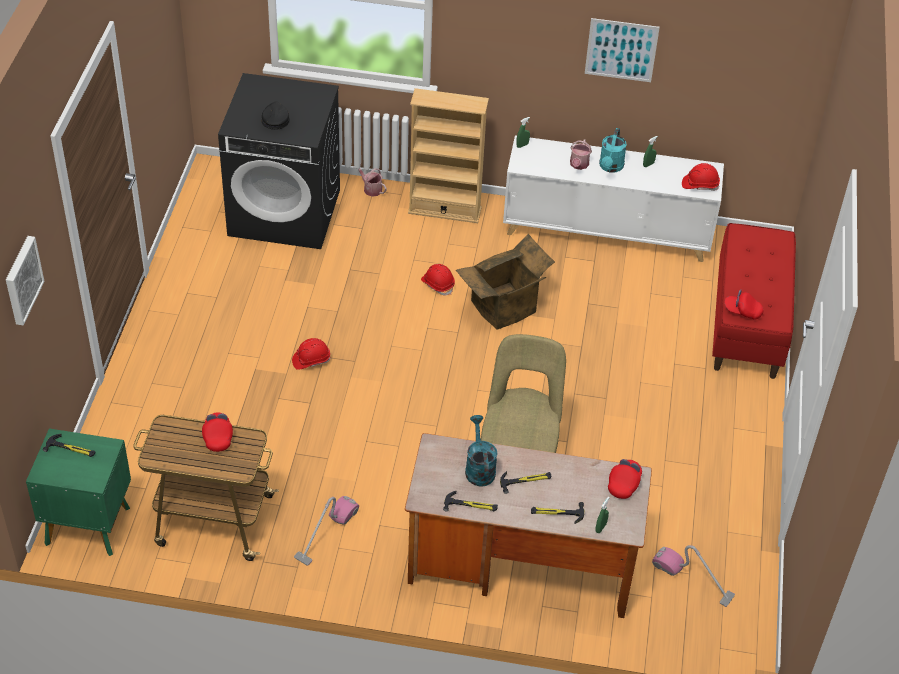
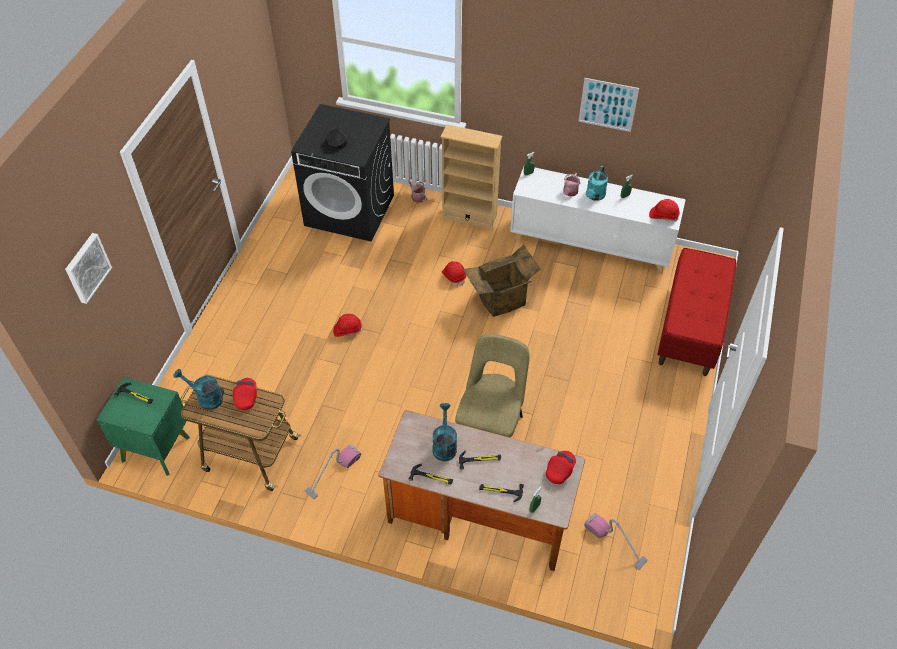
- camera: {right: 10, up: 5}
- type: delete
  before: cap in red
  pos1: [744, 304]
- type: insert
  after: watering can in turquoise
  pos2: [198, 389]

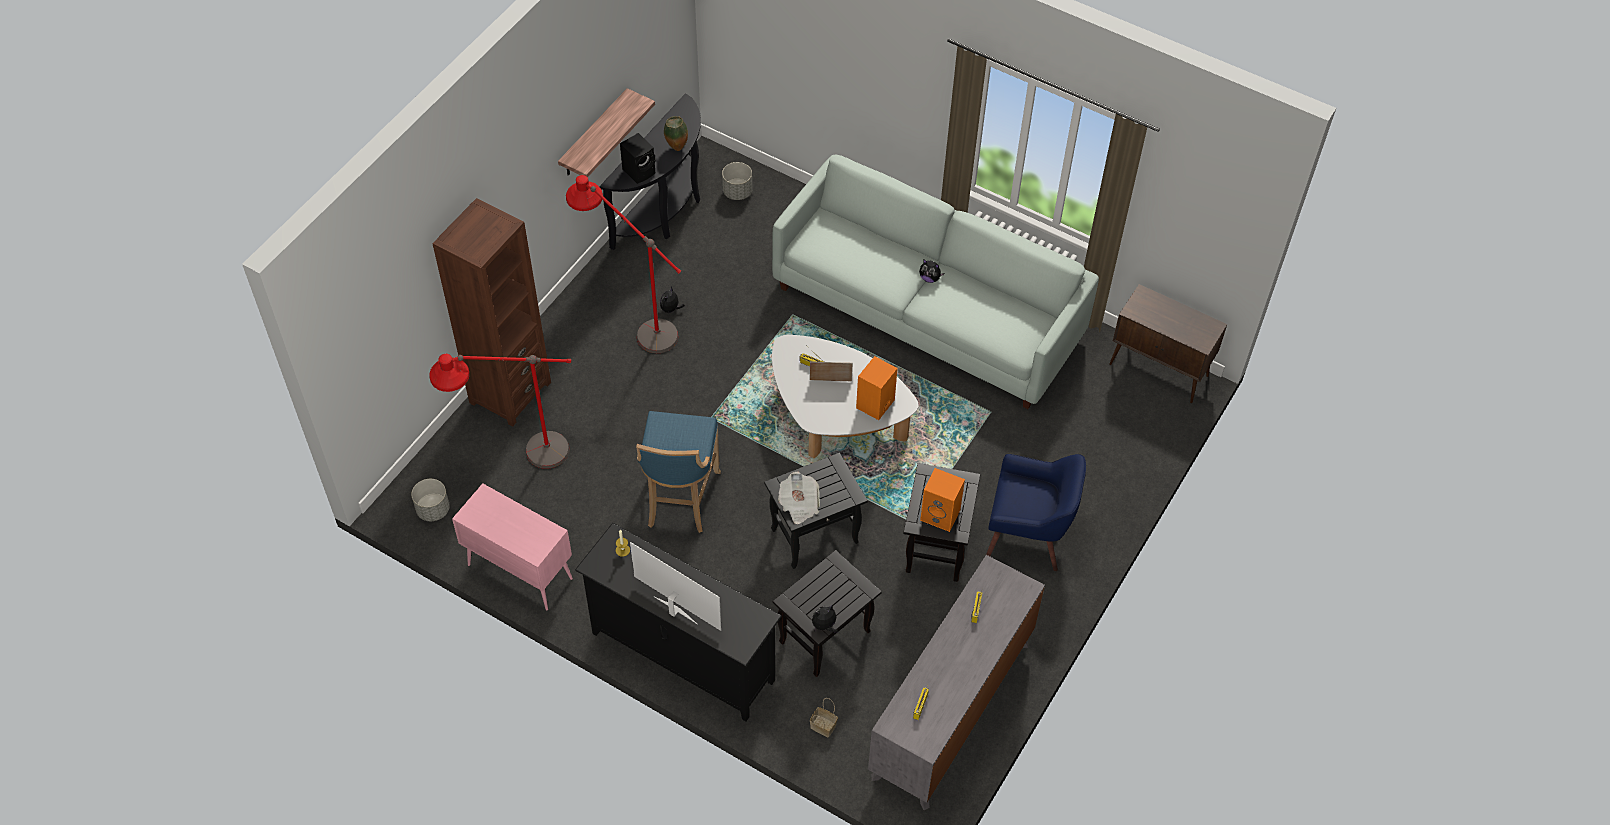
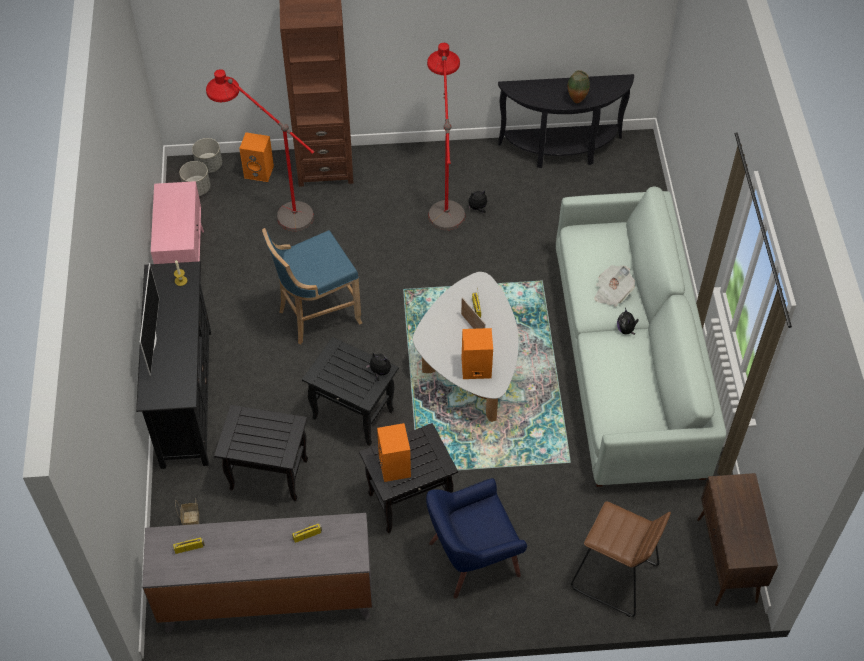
- camera: {right: 55, up: 0}
- type: delete
  before: shelf
  pos1: [606, 132]
- type: delete
  before: speaker in black
  pos1: [638, 158]
- type: move
  before: planter in grey
  pos1: [737, 181]
  pos2: [207, 155]
- type: rotate
  before: armchair in blue
  pos1: [1036, 512]
  pos2: [476, 538]
  turn: 90
- type: move
  before: newspaper
  pos1: [799, 498]
  pos2: [615, 286]
- type: move
  before: plush toy
  pos1: [825, 618]
  pos2: [378, 367]
- type: insert
  after: speaker in orange
  pos2: [256, 157]
- type: insert
  after: stool in brown
  pos2: [621, 559]

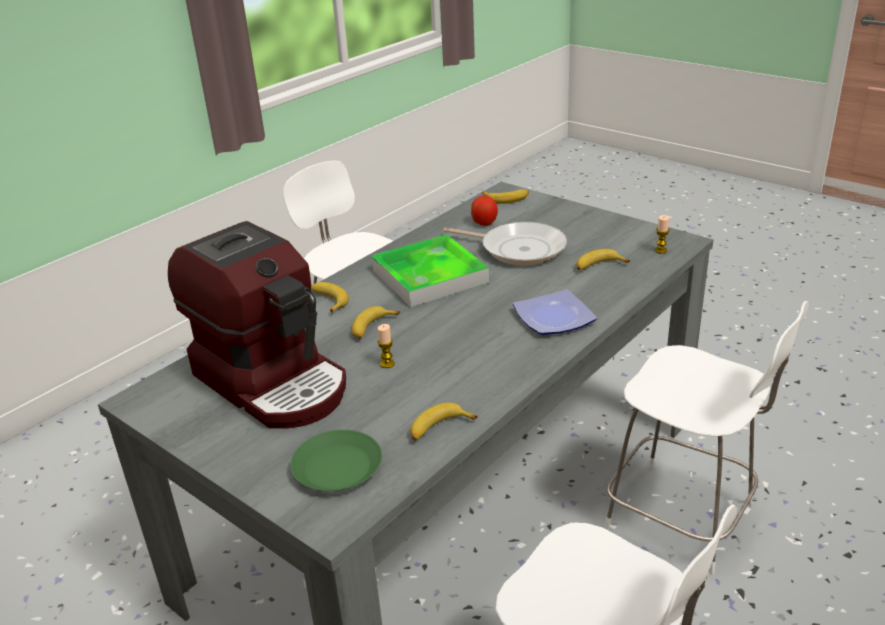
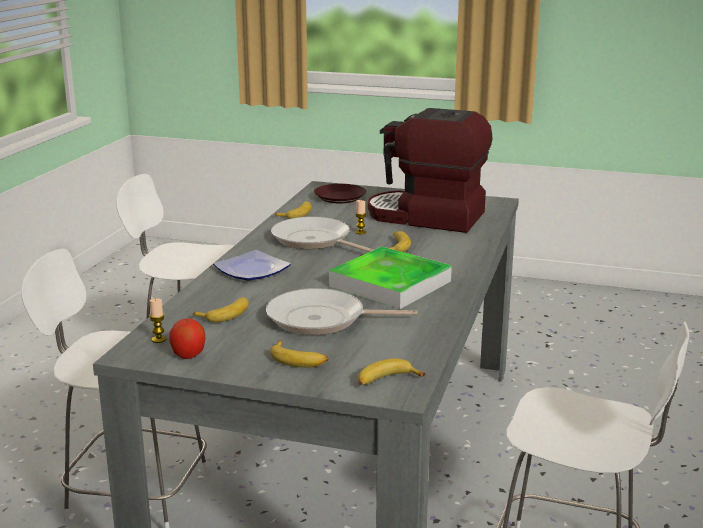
- camera: {right: 155, up: -10}
- type: move
  before: apple
  pos1: [484, 210]
  pos2: [187, 338]
- type: move
  before: banana
  pos1: [330, 297]
  pos2: [299, 353]
- type: recolor
  before: plate in green
  after: plate in brown
  pos1: [336, 460]
  pos2: [340, 194]
- type: insert
  after: frying pan
  pos2: [322, 234]

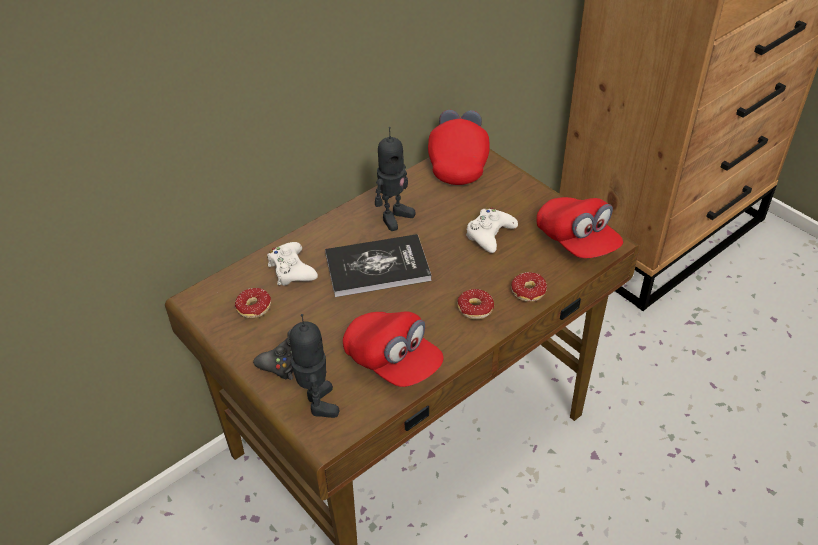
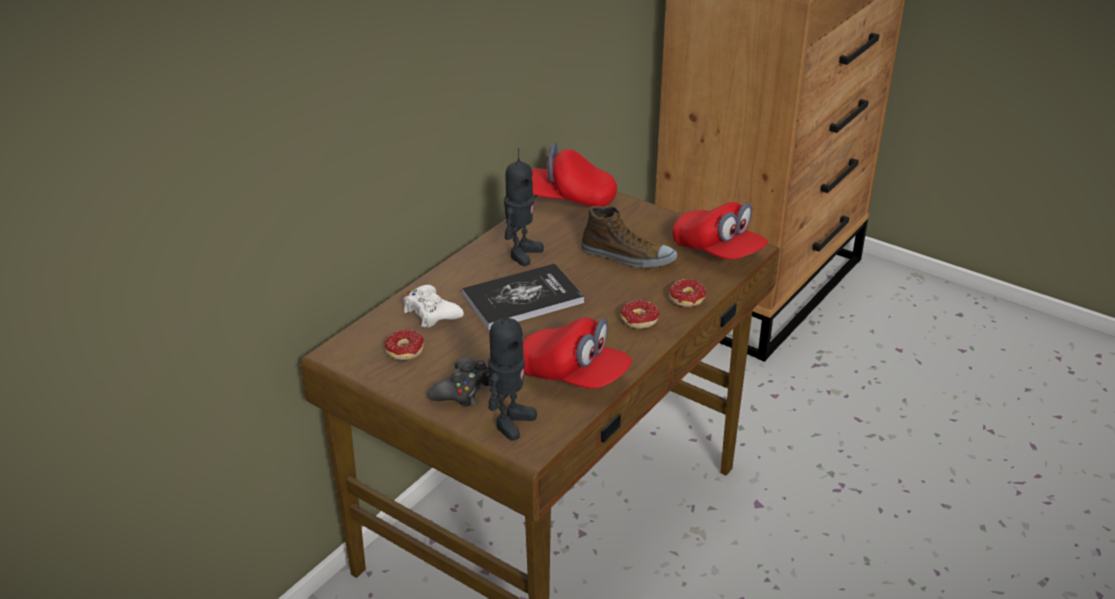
- camera: {right: -15, up: -10}
- type: rotate
  before: cap in red
  pos1: [459, 147]
  pos2: [574, 174]
  turn: -75
- type: replace
  before: game controller in white
  after: shoe
  pos1: [492, 230]
  pos2: [629, 237]
- type: rotate
  before: toy robot
  pos1: [314, 366]
  pos2: [512, 372]
  turn: 60

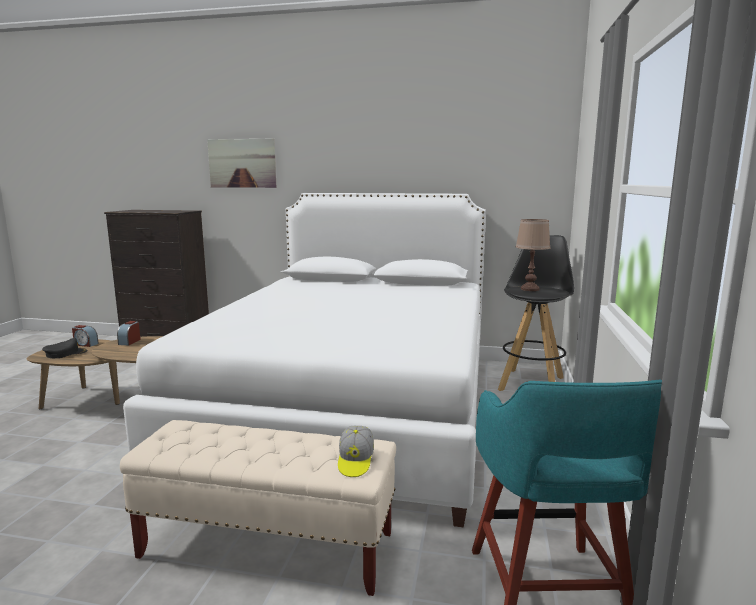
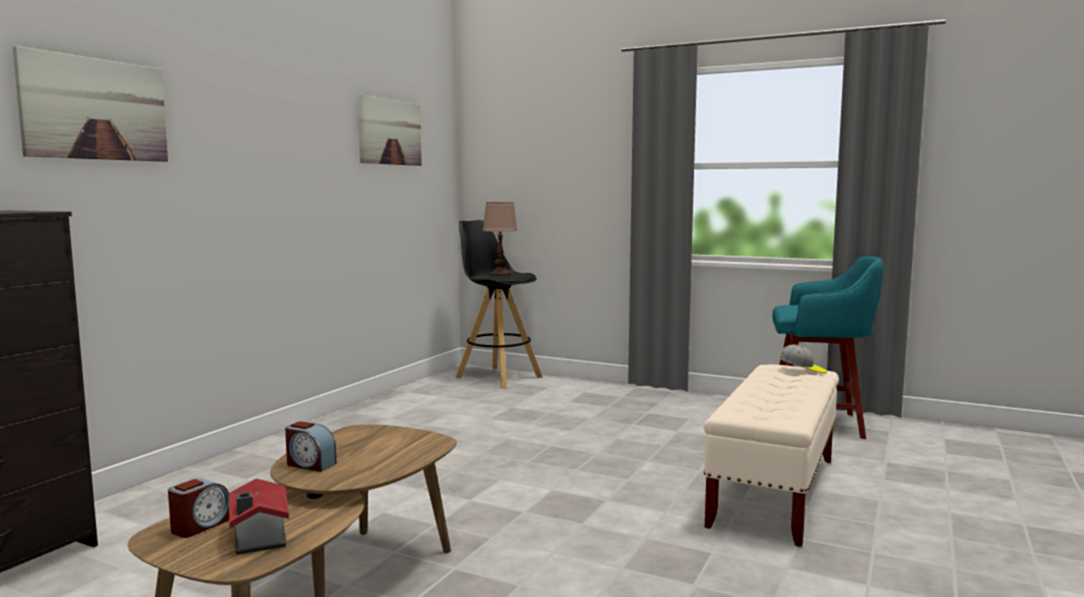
- camera: {right: -75, up: -5}
- type: delete
  before: bed in white
  pos1: [304, 360]
- type: replace
  before: cap in black
  after: toy house
  pos1: [65, 348]
  pos2: [259, 517]
- type: insert
  after: picture
  pos2: [390, 130]

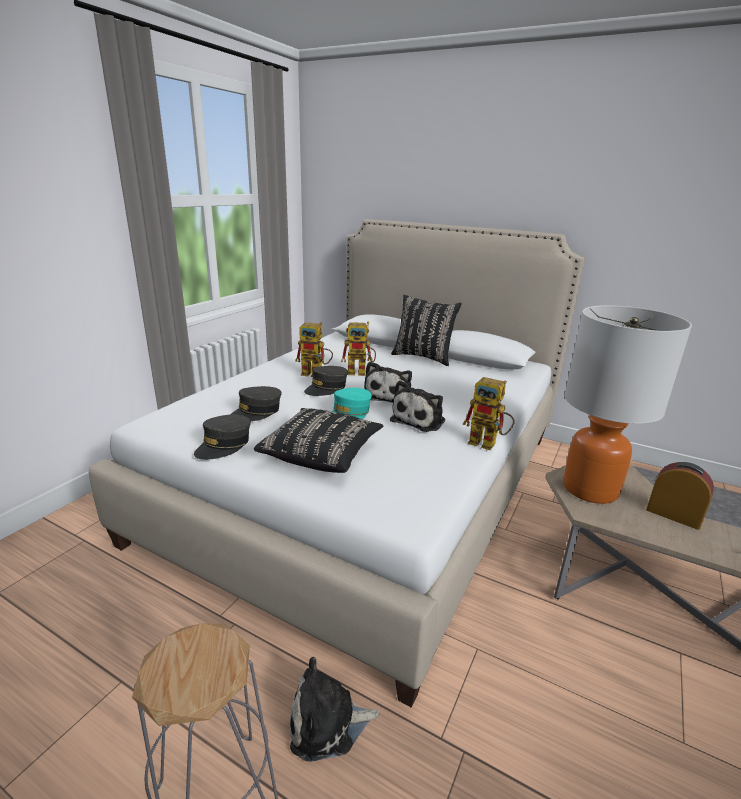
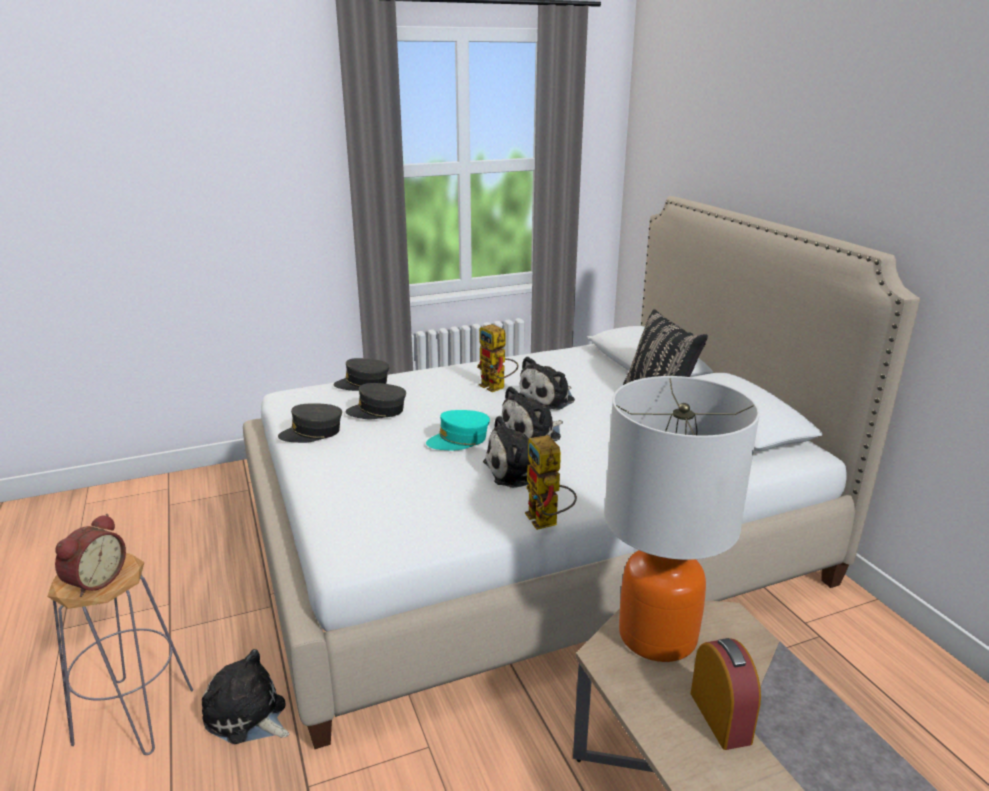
- camera: {right: 40, up: 0}
- type: replace
  before: toy robot
  after: plush toy
  pos1: [358, 349]
  pos2: [547, 383]
- type: move
  before: cap in grey
  pos1: [326, 381]
  pos2: [362, 374]
- type: delete
  before: pillow in black
  pos1: [318, 440]
- type: insert
  after: alarm clock
  pos2: [90, 555]

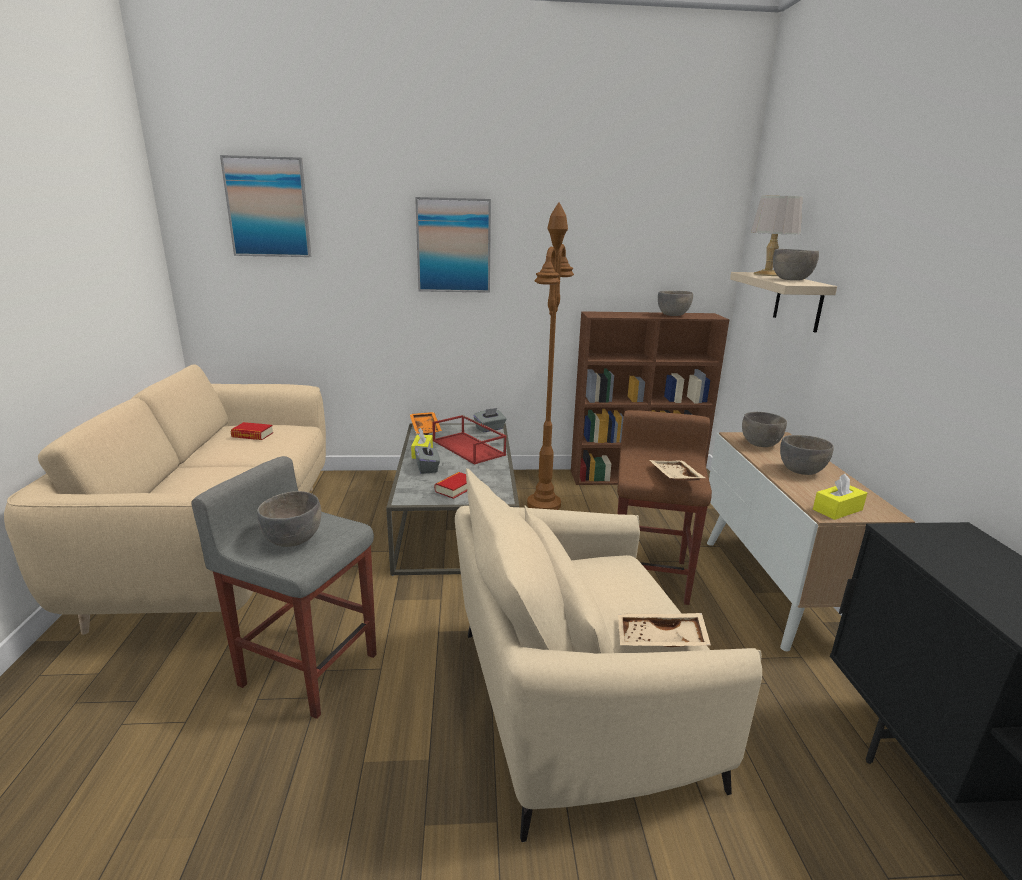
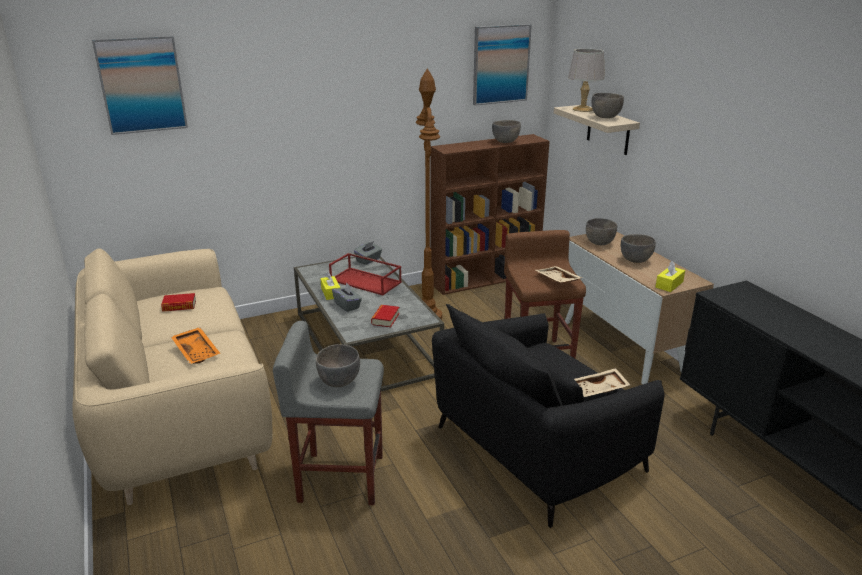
- camera: {right: -20, up: 5}
- type: move
  before: picture
  pos1: [453, 245]
  pos2: [502, 65]
- type: move
  before: tray in orange
  pos1: [426, 423]
  pos2: [195, 345]
- type: recolor
  before: armchair in beige
  after: armchair in black
  pos1: [608, 655]
  pos2: [548, 416]

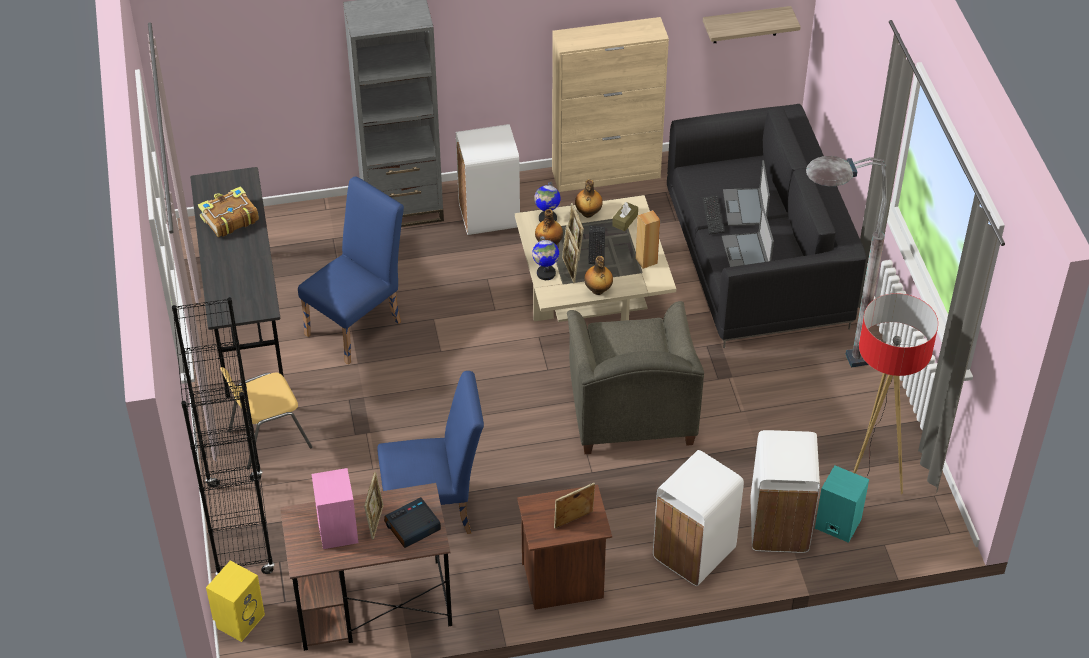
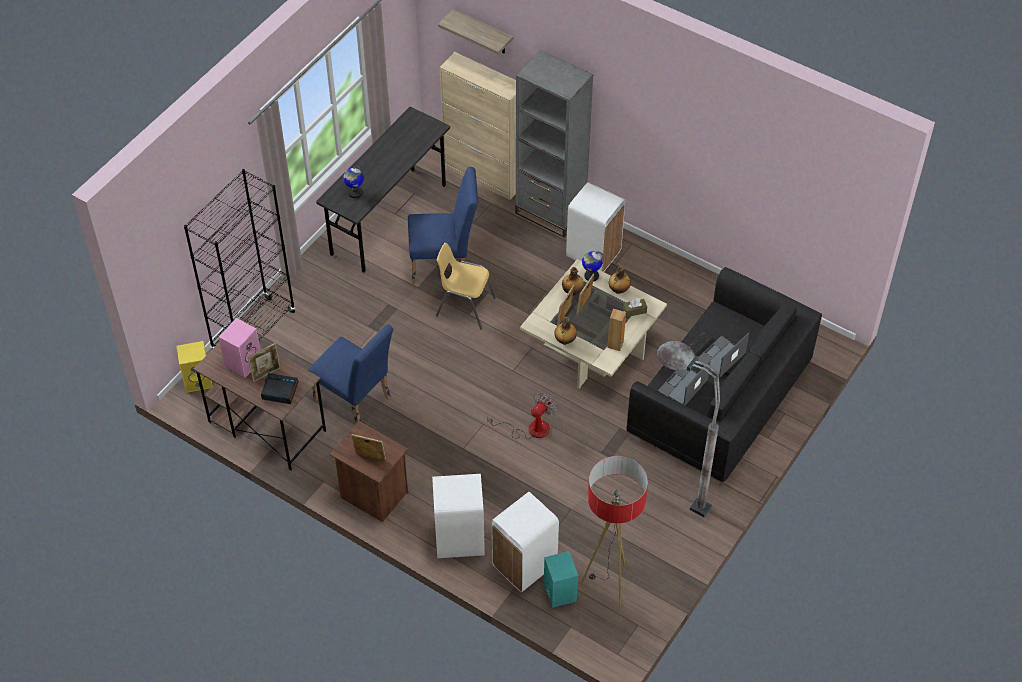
- camera: {right: 45, up: 5}
- type: move
  before: shelf
  pos1: [752, 24]
  pos2: [475, 31]
- type: move
  before: cabinet in beige
  pos1: [610, 104]
  pos2: [478, 126]
- type: delete
  before: book
  pos1: [228, 211]
- type: delete
  before: keyboard
  pos1: [597, 245]
- type: move
  before: globe
  pos1: [545, 258]
  pos2: [353, 181]
- type: replace
  before: armchair in grey
  after: fan
  pos1: [635, 377]
  pos2: [521, 416]
- type: move
  before: chair in yellow
  pos1: [266, 418]
  pos2: [466, 286]

